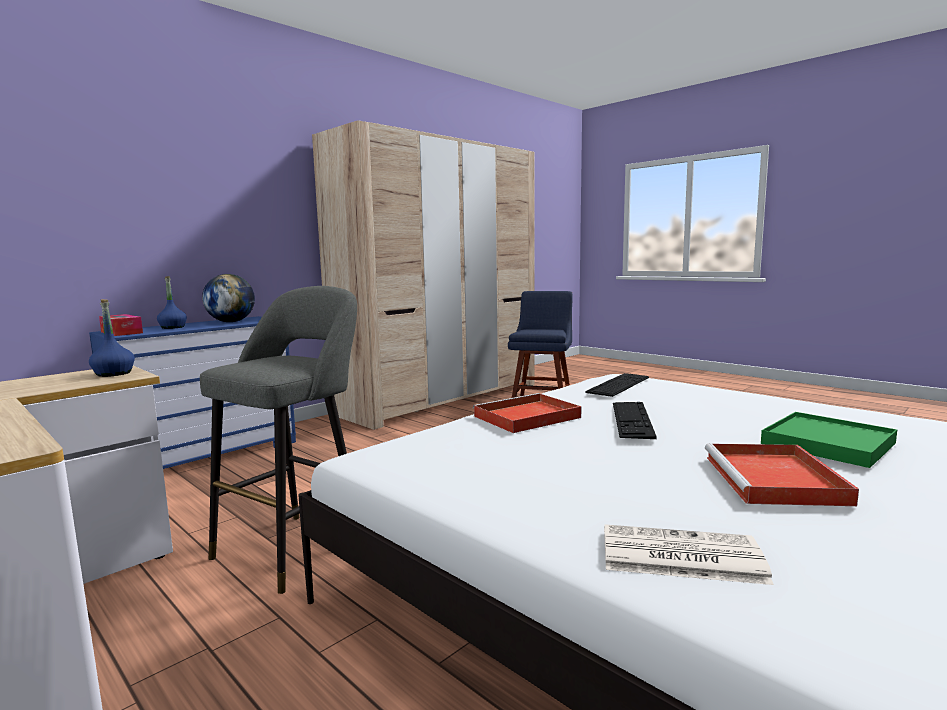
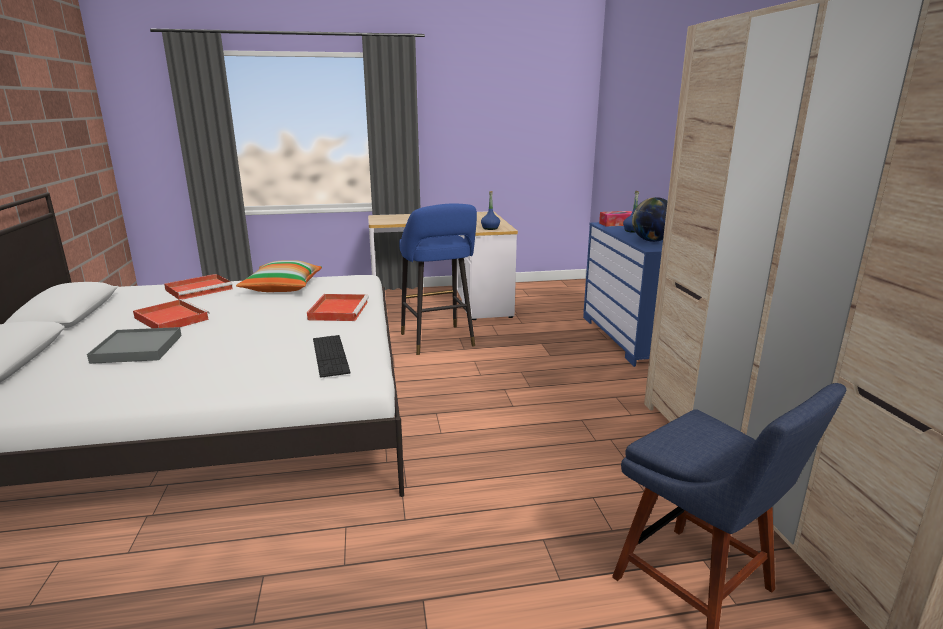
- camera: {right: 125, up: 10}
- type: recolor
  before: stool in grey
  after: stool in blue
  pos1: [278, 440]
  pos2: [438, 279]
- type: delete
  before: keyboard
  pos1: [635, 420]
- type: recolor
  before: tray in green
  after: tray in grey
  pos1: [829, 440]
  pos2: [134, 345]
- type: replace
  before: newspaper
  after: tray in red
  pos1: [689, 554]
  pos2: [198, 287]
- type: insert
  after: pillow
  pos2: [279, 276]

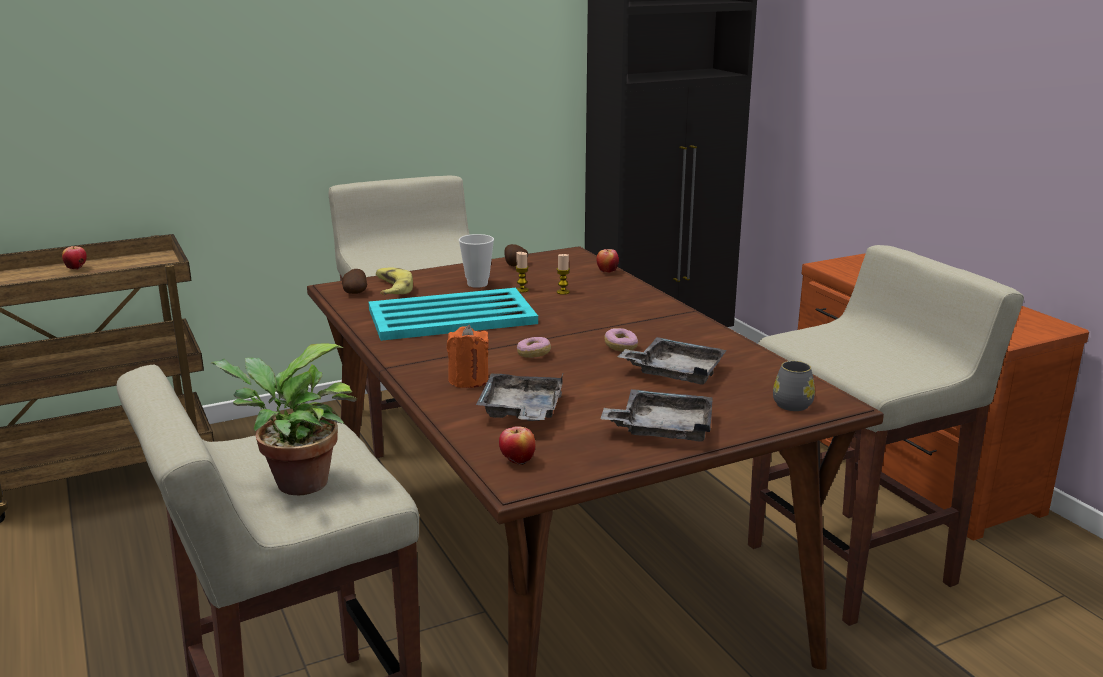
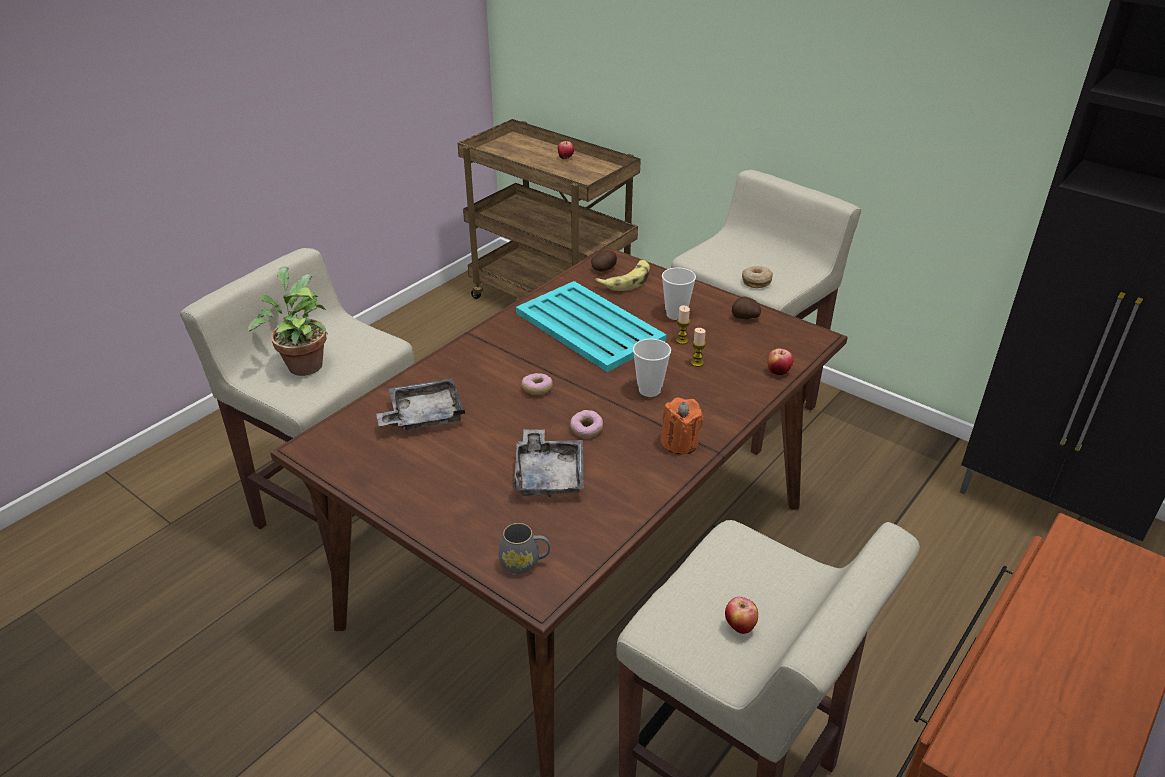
- camera: {right: 65, up: 15}
- type: move
  before: candle in orange
  pos1: [468, 356]
  pos2: [682, 426]
- type: delete
  before: tray in grey
  pos1: [656, 415]
- type: move
  before: apple
  pos1: [517, 445]
  pos2: [741, 615]
- type: insert
  after: donut
  pos2: [757, 277]
- type: insert
  after: cup
  pos2: [652, 368]

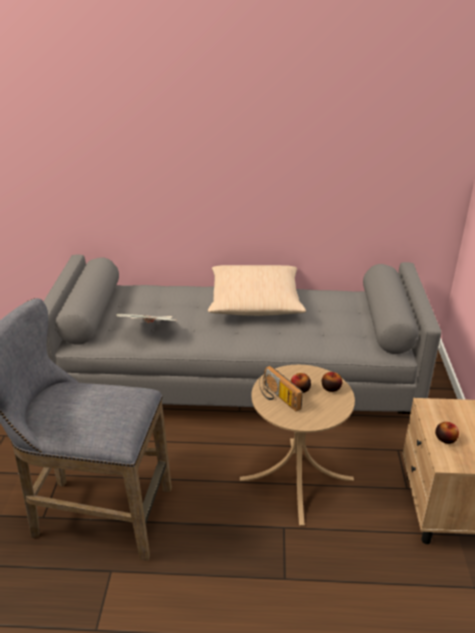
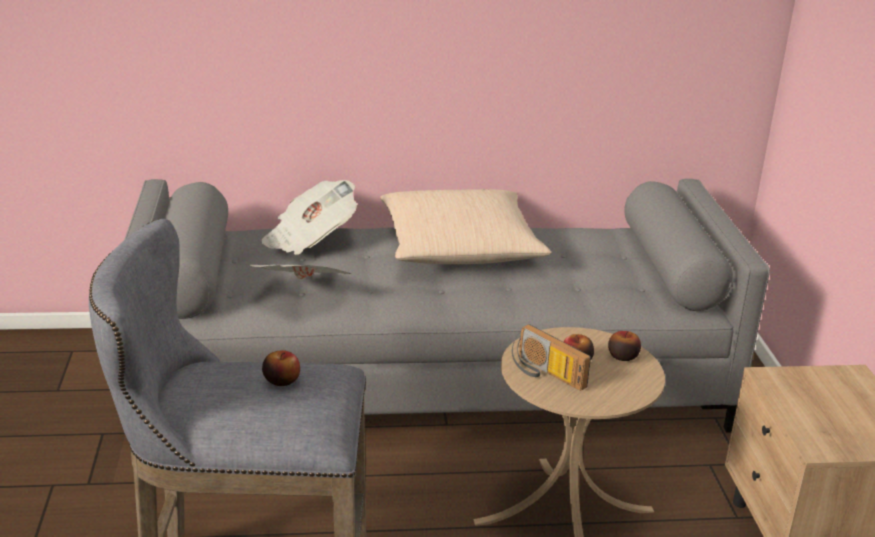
- camera: {right: -10, up: -5}
- type: move
  before: apple
  pos1: [447, 433]
  pos2: [281, 368]
- type: insert
  after: newspaper
  pos2: [309, 217]

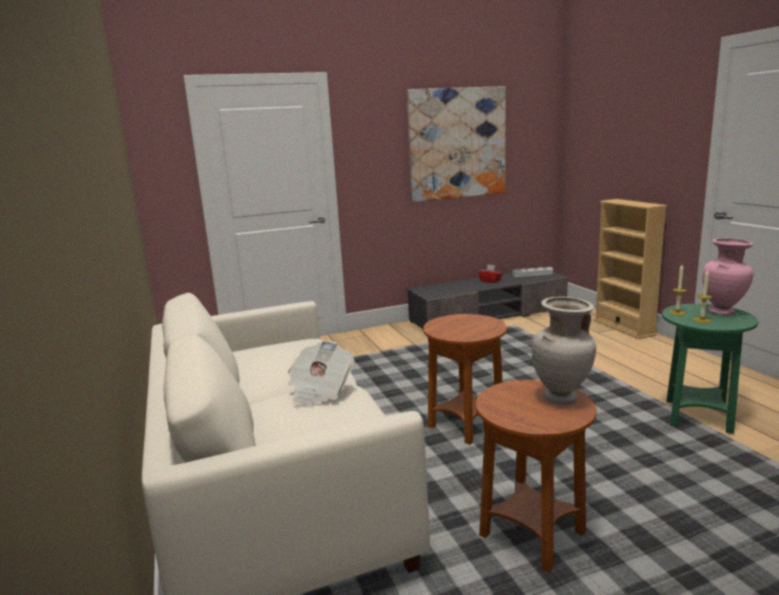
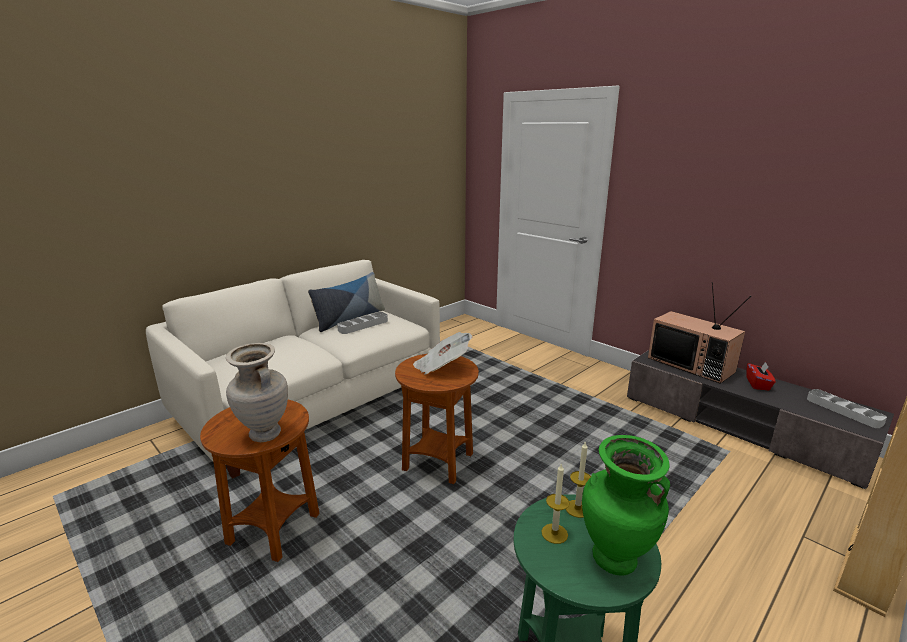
- camera: {right: 65, up: 5}
- type: delete
  before: picture
  pos1: [456, 144]
- type: recolor
  before: vase in pink
  after: vase in green
  pos1: [728, 276]
  pos2: [626, 505]
- type: move
  before: newspaper
  pos1: [321, 373]
  pos2: [443, 353]
- type: insert
  after: pillow
  pos2: [346, 302]
- type: insert
  after: television
  pos2: [699, 333]
- type: insert
  after: tray in grey
  pos2: [362, 323]

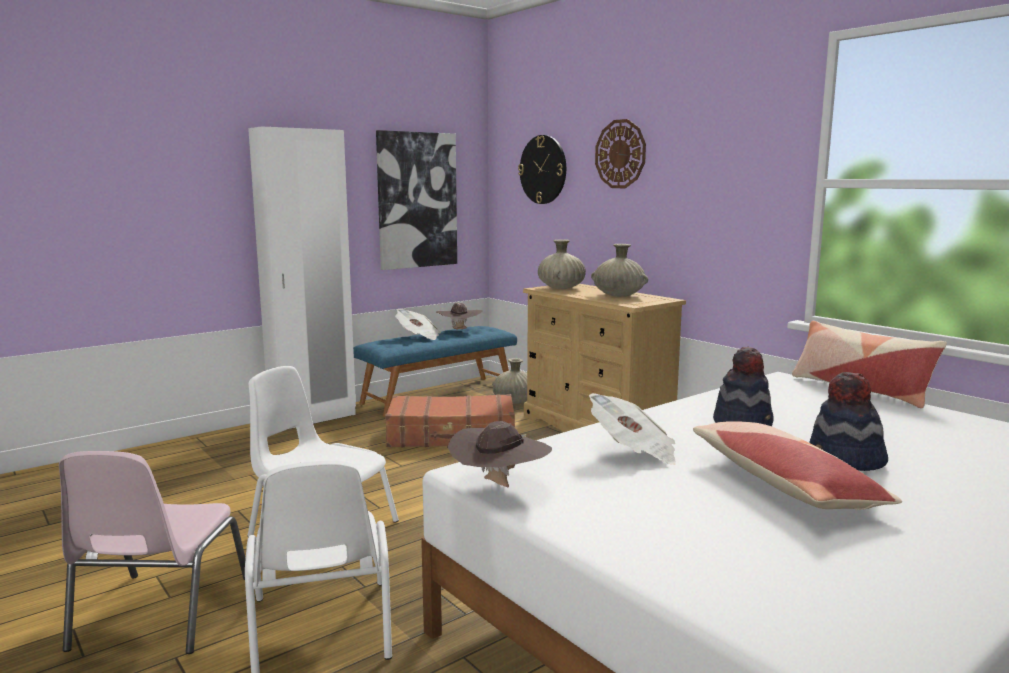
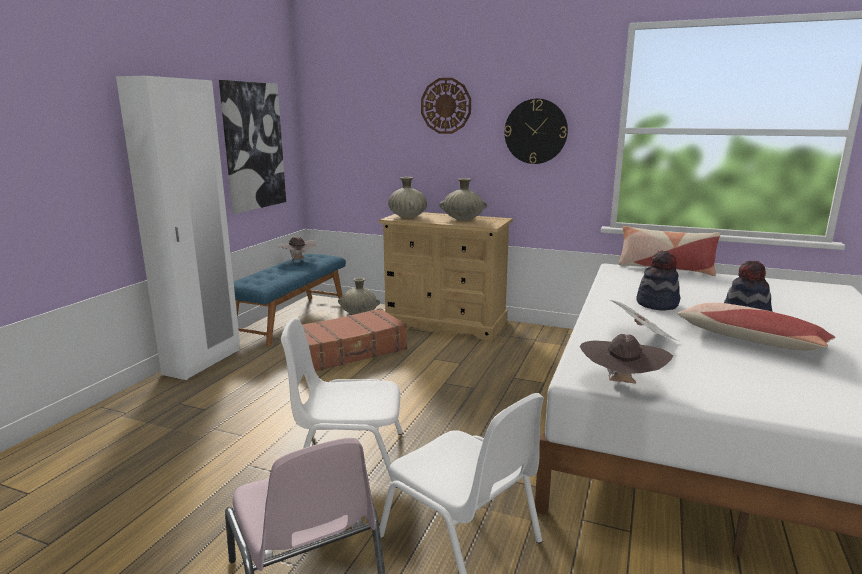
- camera: {right: -30, up: 5}
- type: move
  before: wall clock
  pos1: [542, 169]
  pos2: [536, 131]
- type: delete
  before: newspaper
  pos1: [418, 324]

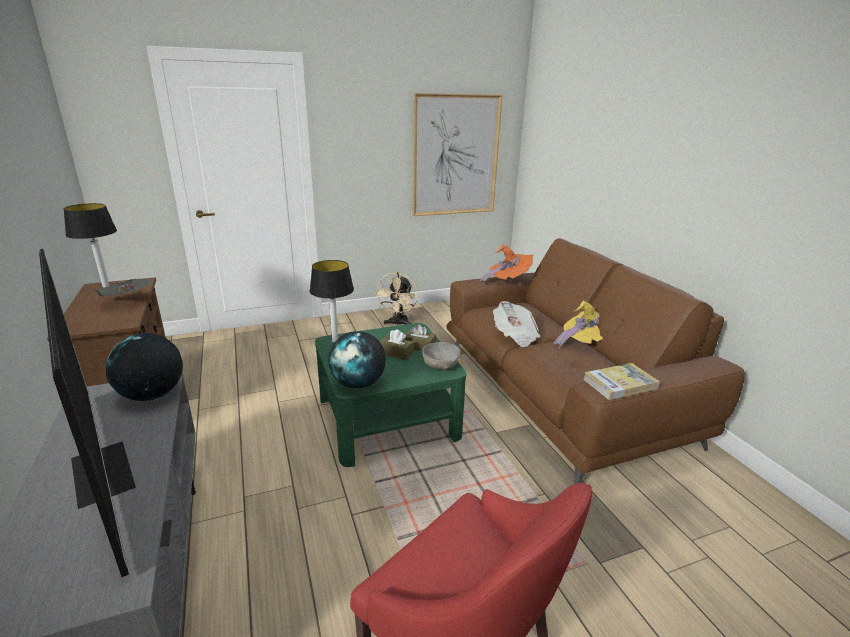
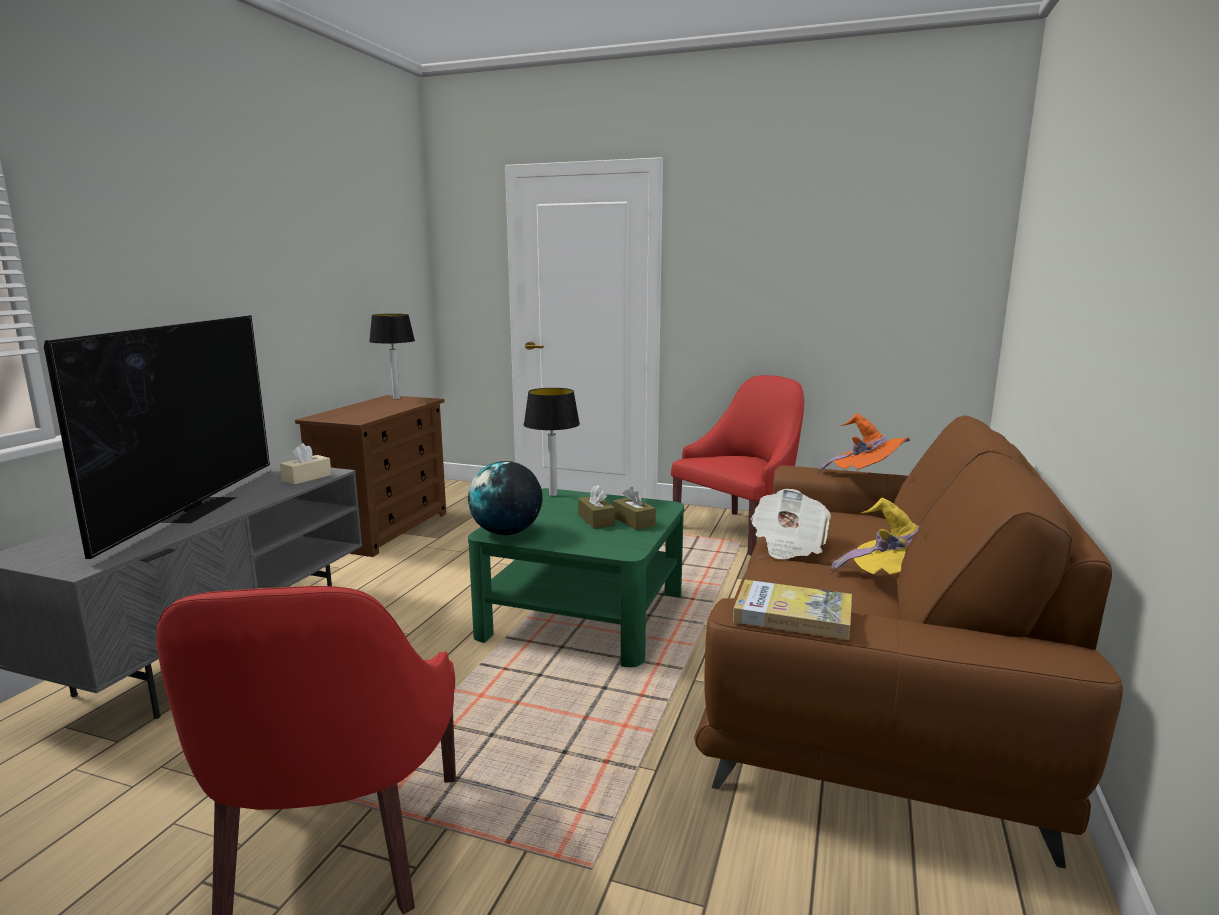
- camera: {right: 40, up: -10}
- type: delete
  before: picture
  pos1: [458, 154]
- type: replace
  before: fan in beige
  after: armchair in red
  pos1: [396, 299]
  pos2: [737, 465]
- type: delete
  before: newspaper
  pos1: [124, 287]
- type: replace
  before: globe
  after: tissue box in beige
  pos1: [144, 367]
  pos2: [306, 464]
- type: delete
  before: bowl in grey
  pos1: [441, 356]

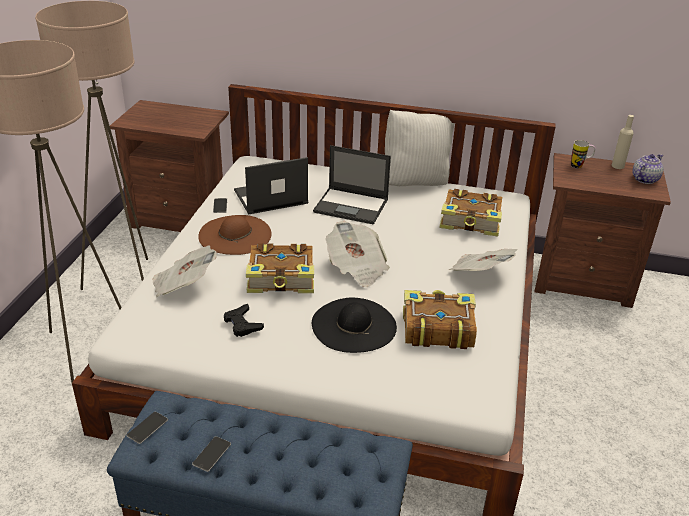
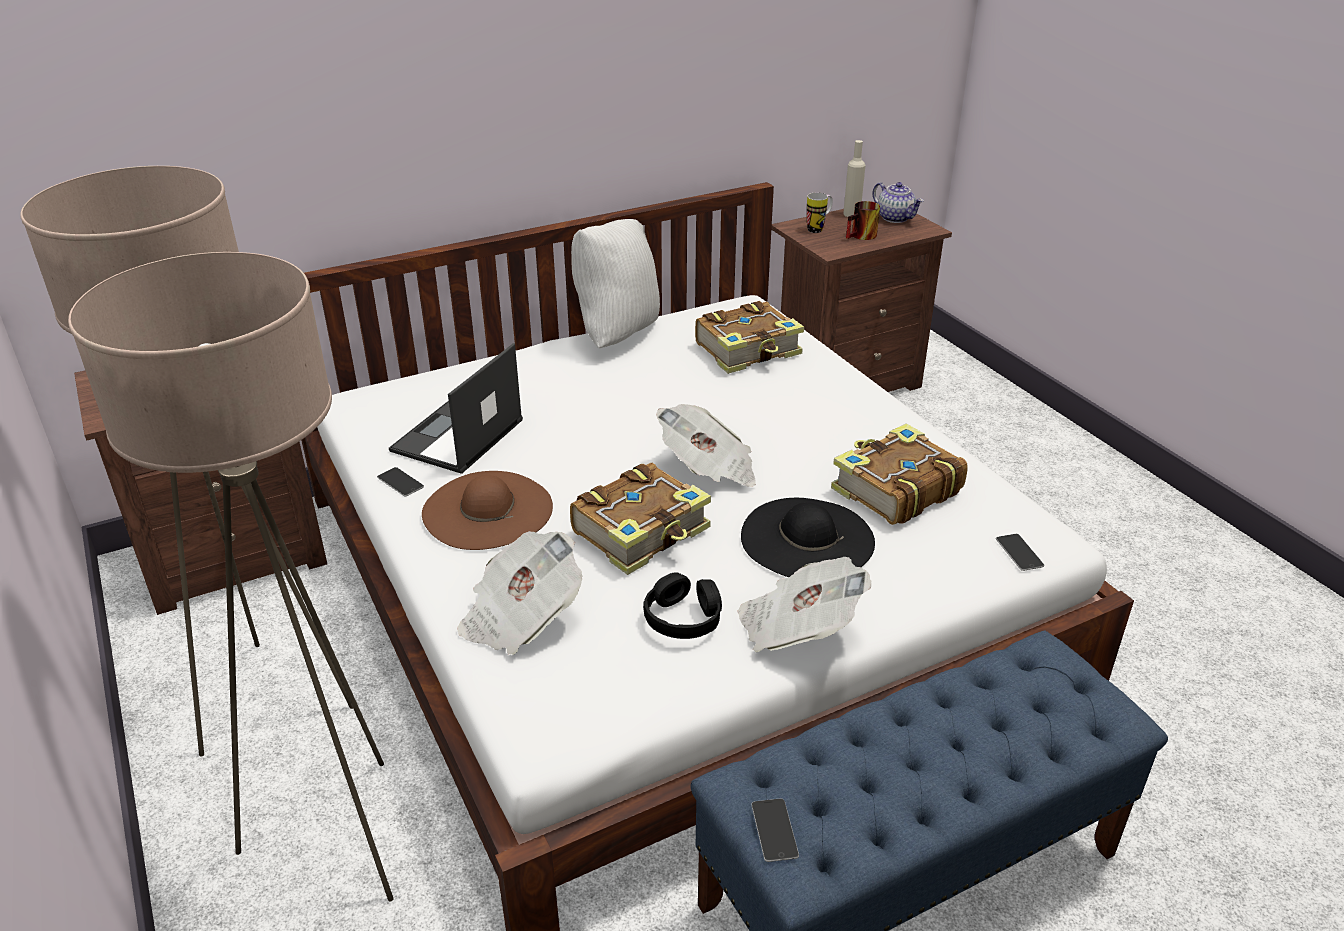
- camera: {right: -40, up: 0}
- type: delete
  before: laptop
  pos1: [352, 185]
- type: rotate
  before: teapot
  pos1: [648, 169]
  pos2: [898, 202]
  turn: 135
- type: move
  before: newspaper
  pos1: [483, 260]
  pos2: [804, 604]
- type: replace
  before: game controller in black
  after: headphones in black
  pos1: [244, 320]
  pos2: [682, 605]
- type: move
  before: phone
  pos1: [211, 454]
  pos2: [1020, 552]
- type: insert
  after: mug
  pos2: [863, 220]

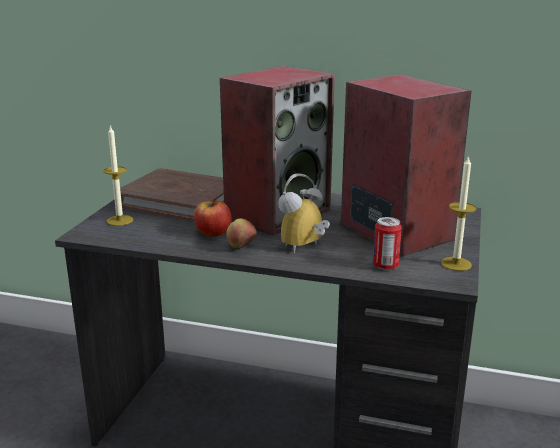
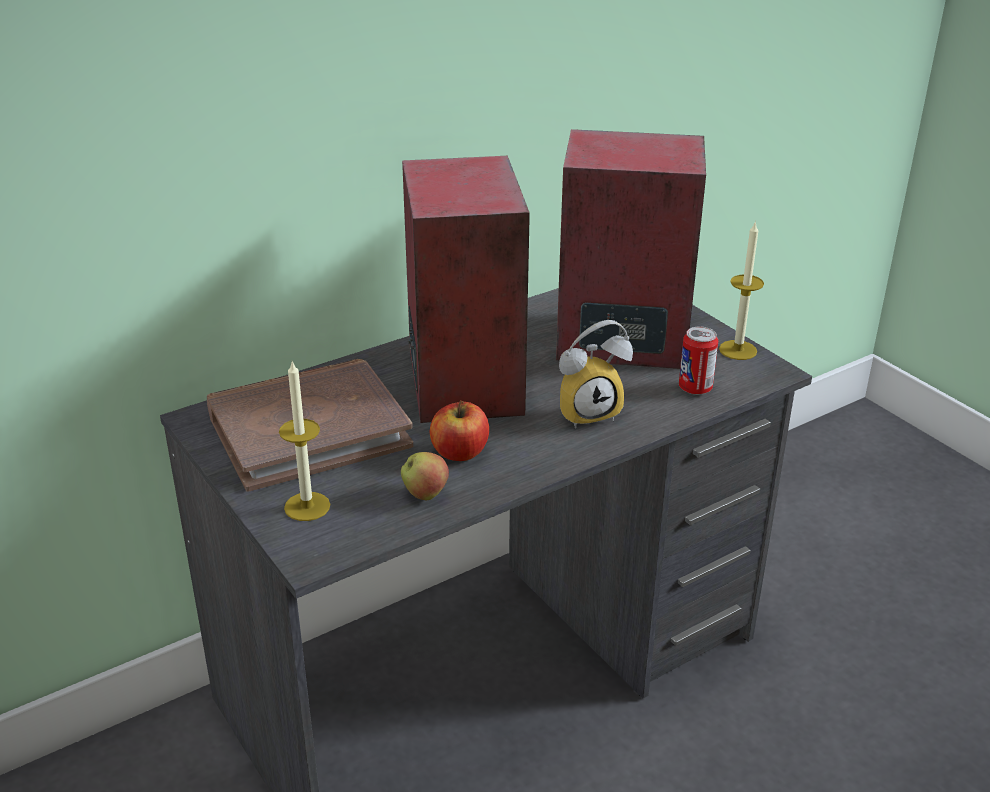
- camera: {right: -50, up: 10}
- type: rotate
  before: alarm clock
  pos1: [304, 213]
  pos2: [596, 374]
  turn: -105
- type: move
  before: apple
  pos1: [241, 233]
  pos2: [425, 476]

